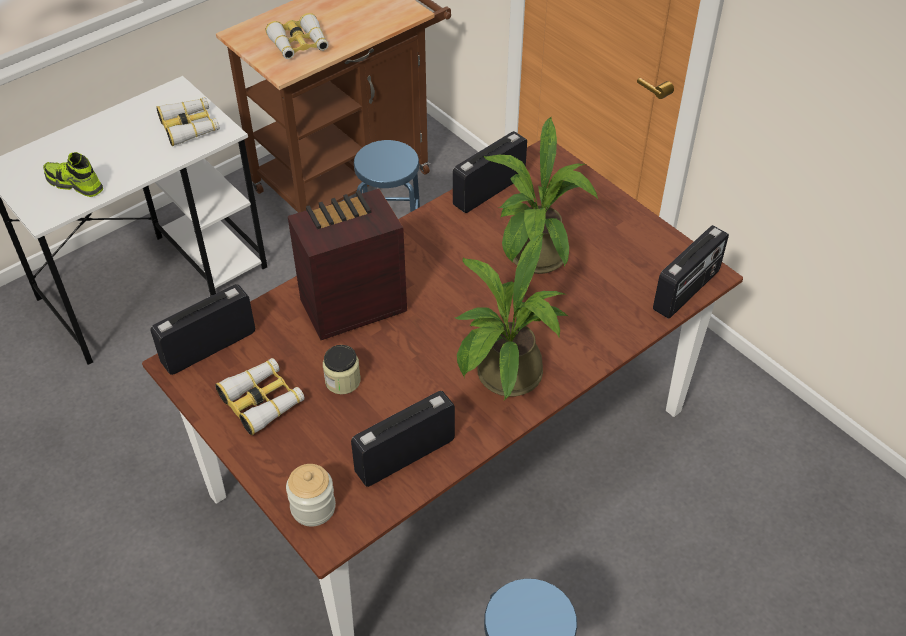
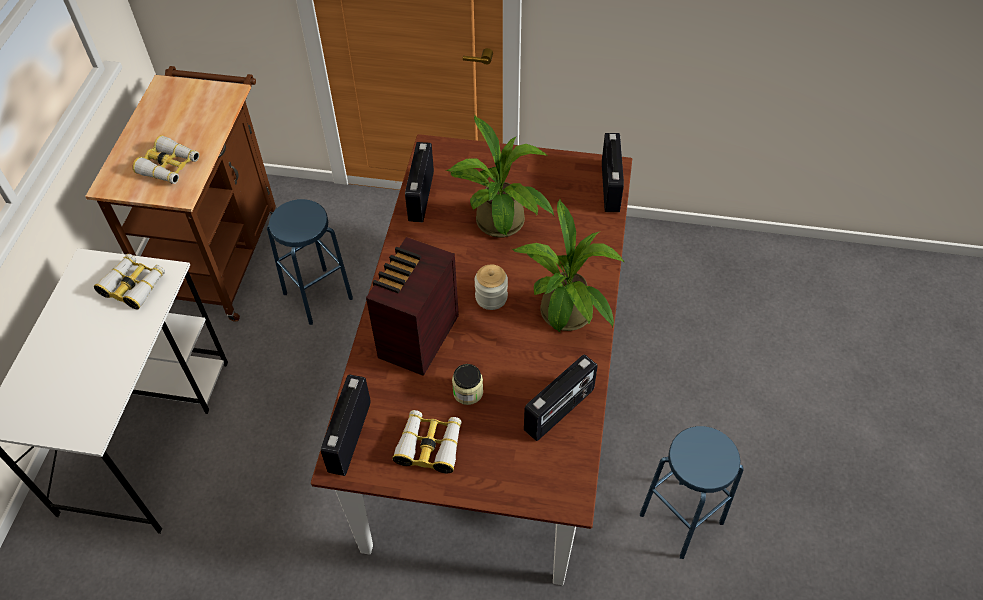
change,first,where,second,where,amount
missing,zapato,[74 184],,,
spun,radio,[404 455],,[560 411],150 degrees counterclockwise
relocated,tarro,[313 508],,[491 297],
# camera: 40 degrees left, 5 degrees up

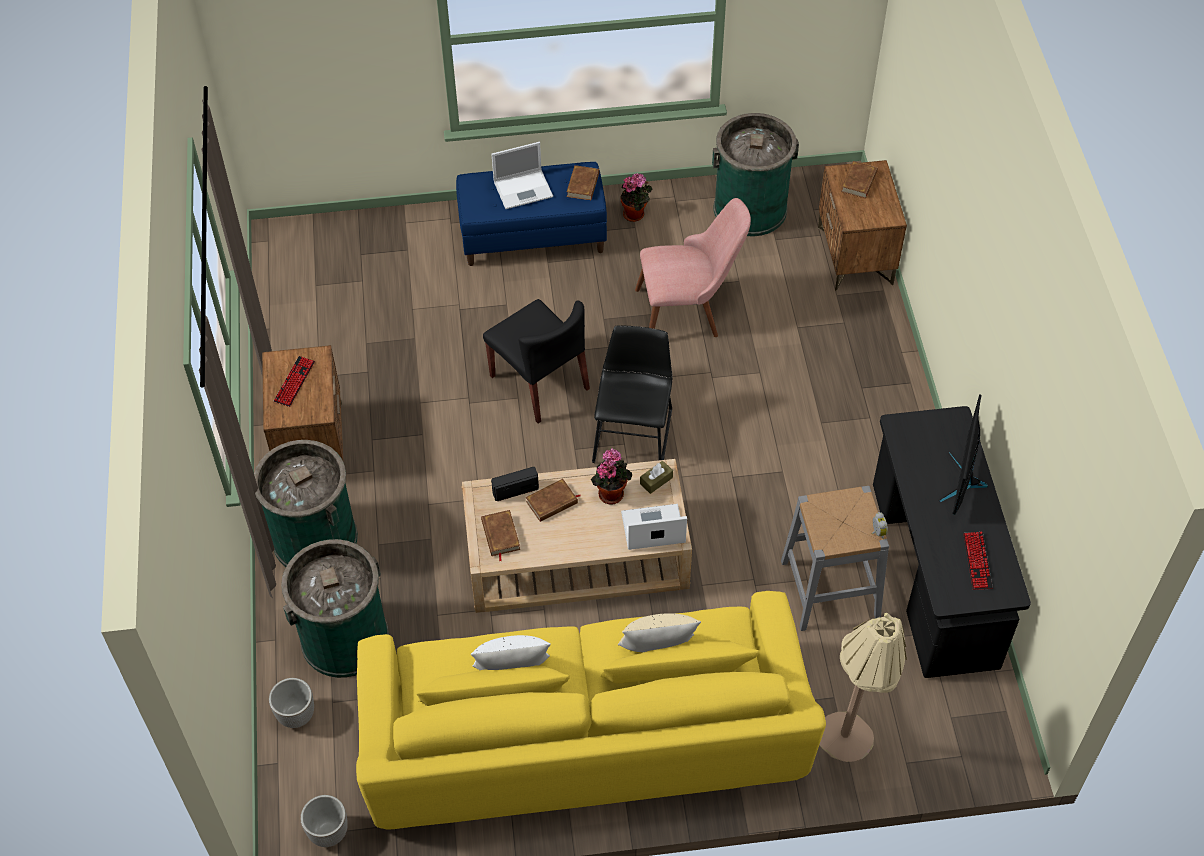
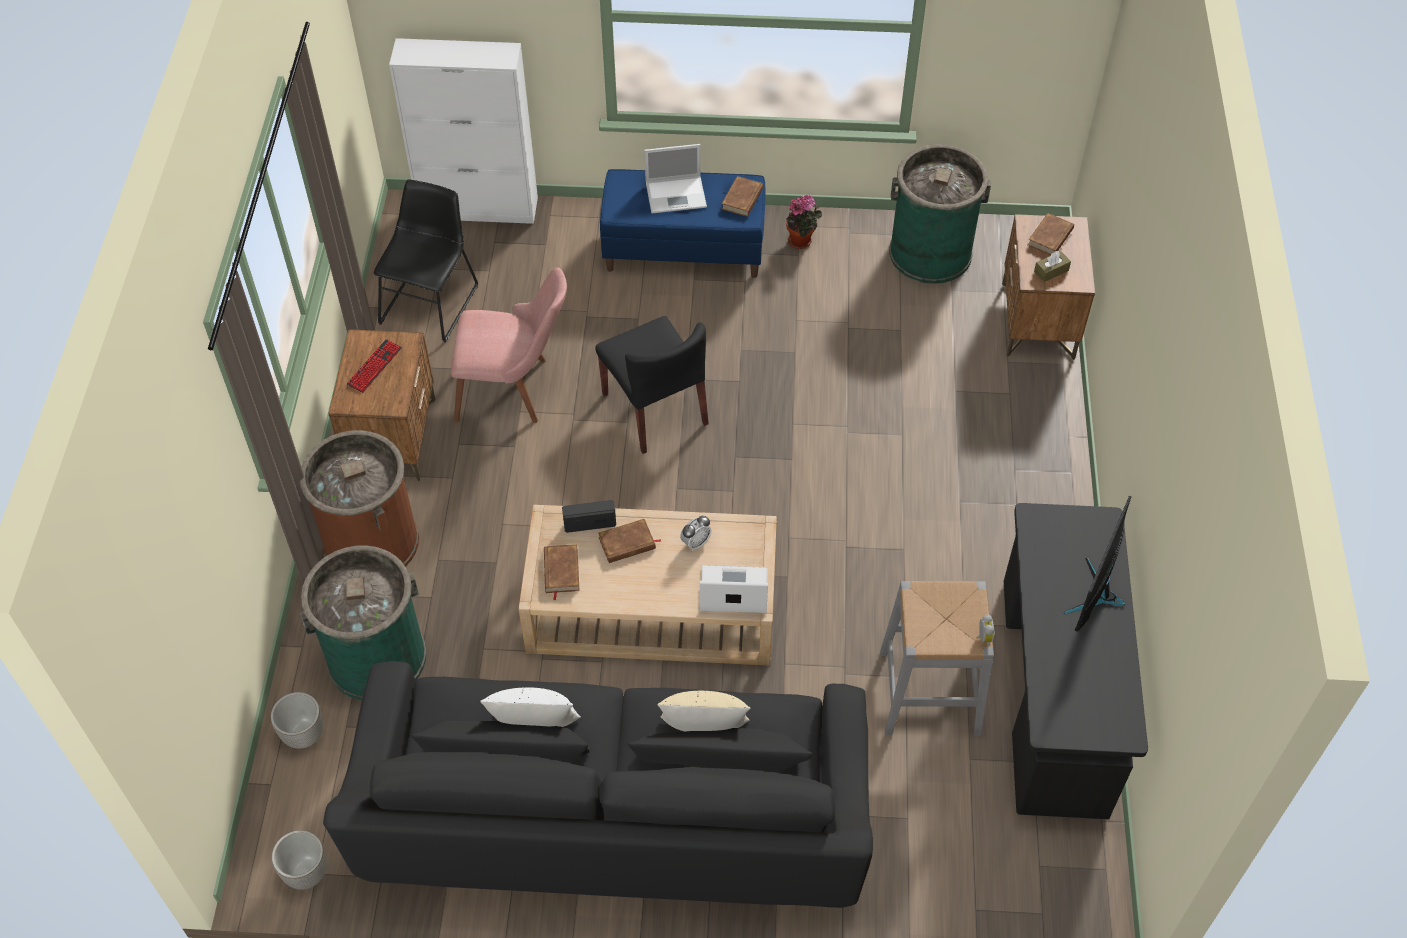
change,first,where,second,where,amount
relocated,silla (rosa),[689 311],,[515 389],
relocated,silla (negro),[633 432],,[431 301],
colour,papelera (verde),[315 538],papelera (marrón),[371 542],
exchanged,planta en maceta,[611 492],despertador,[695 542],
relocated,caja de pañuelos (marrón),[656 480],,[1051 271],
missing,teclado,[977 561],,,
colour,sofá (amarillo),[584 741],sofá (negro),[612 819],
missing,lámpara de pie (beis),[846 749],,,
appeared,,,armario (blanco),[479 208],
# camera: 10 degrees right, 0 degrees up

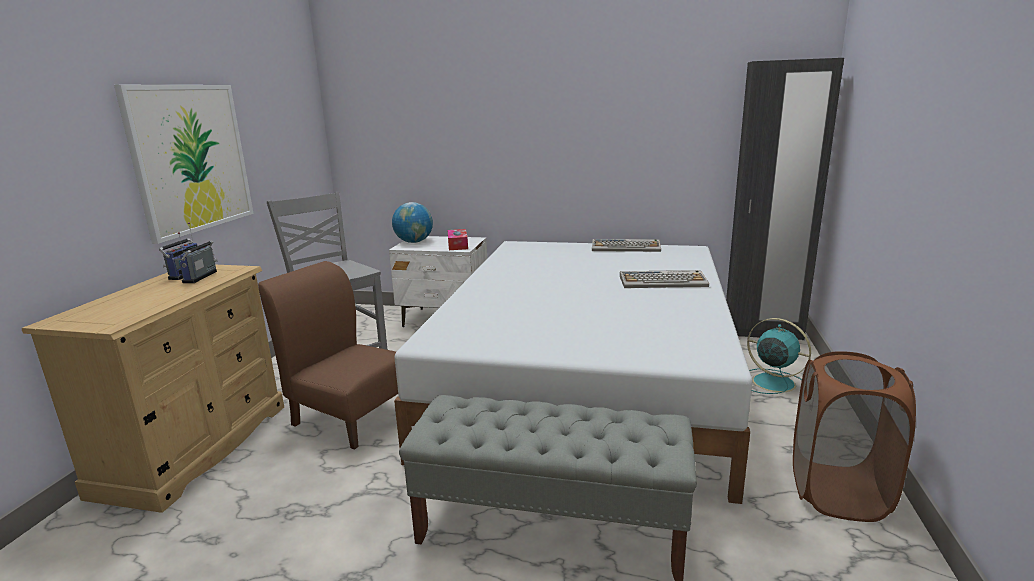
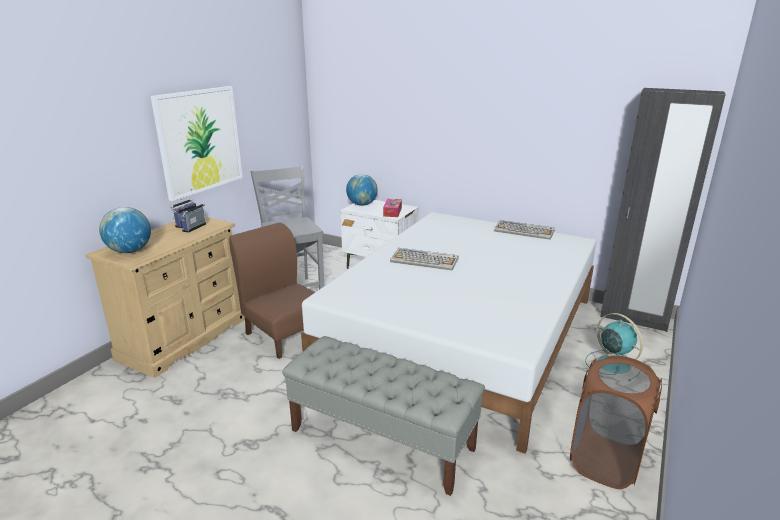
change,first,where,second,where,amount
relocated,teclado,[663 281],,[425 260],
appeared,,,globo terráqueo,[130 251],
# camera: 15 degrees right, 5 degrees up

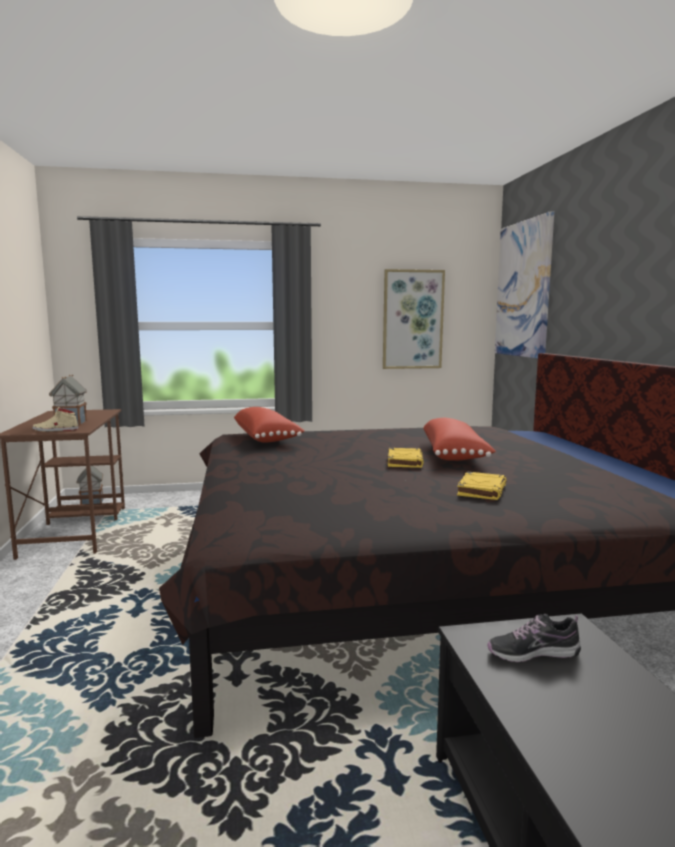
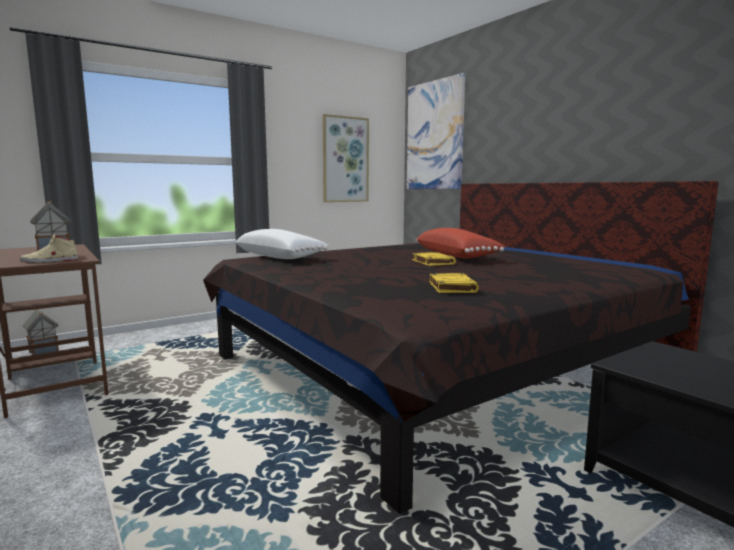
change,first,where,second,where,amount
colour,cojín (rojo),[267 438],cojín (blanco),[280 257],
relocated,libro (amarillo),[481 490],,[451 287],
missing,zapato,[532 653],,,
# camera: 25 degrees left, 0 degrees up

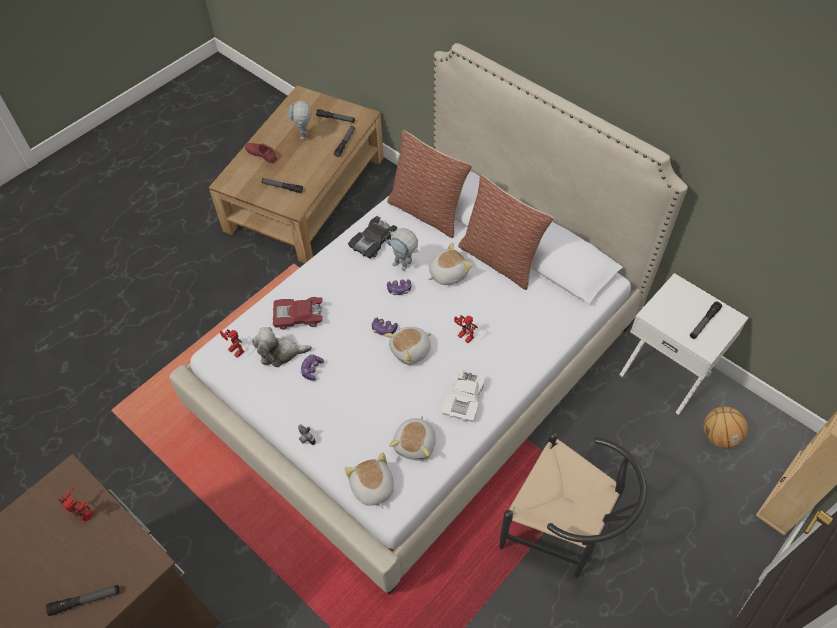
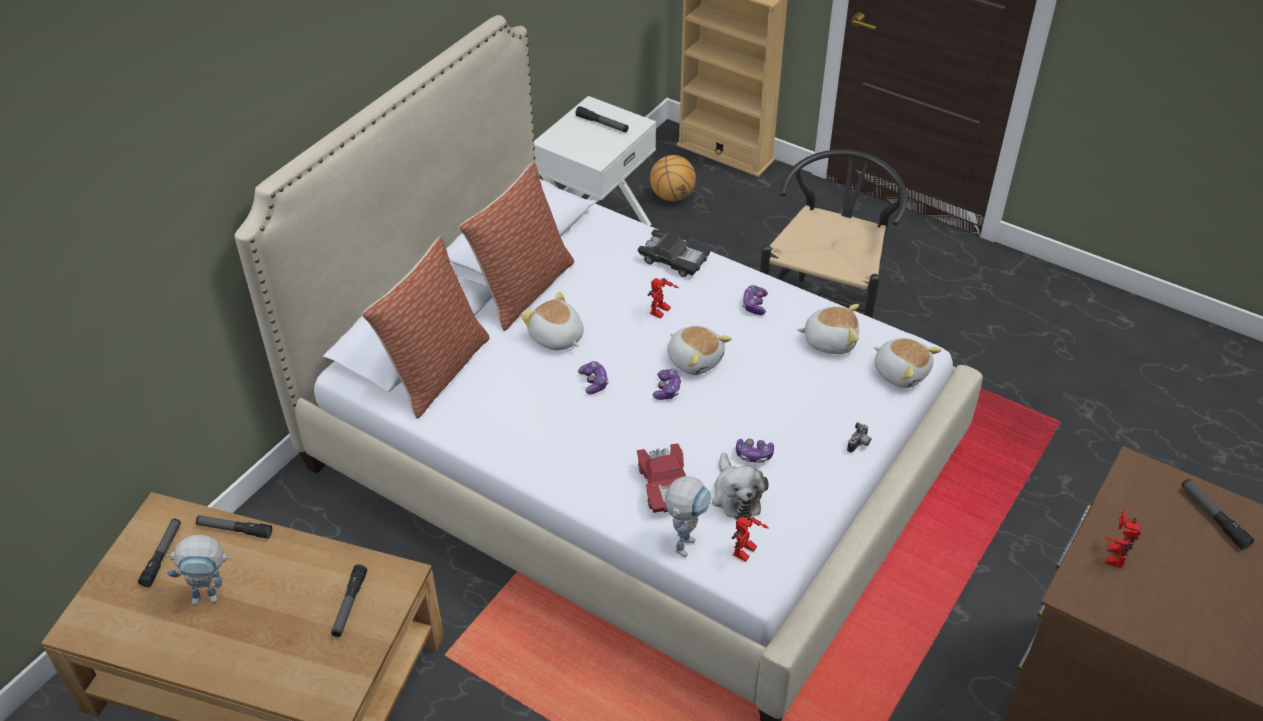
change,first,where,second,where,amount
missing,zapato (rojo),[261 154],,,
relocated,coche de juguete (negro),[373 241],,[674 259],
relocated,robot de juguete,[404 266],,[685 540],
exchanged,coche de juguete (blanco),[464 399],mando de consola,[754 305],
spun,peluche,[372 488],,[901 372],105 degrees counterclockwise
# camera: 100 degrees left, 10 degrees down

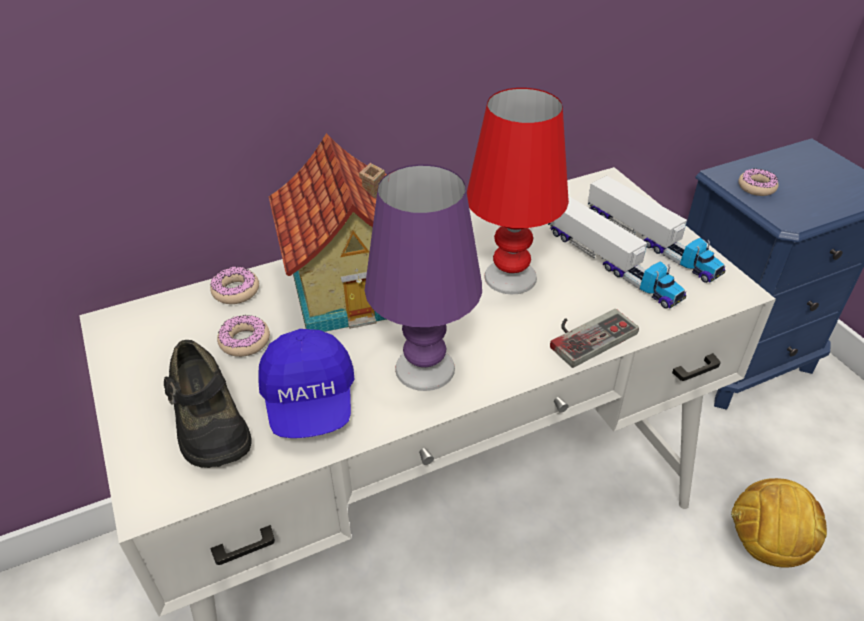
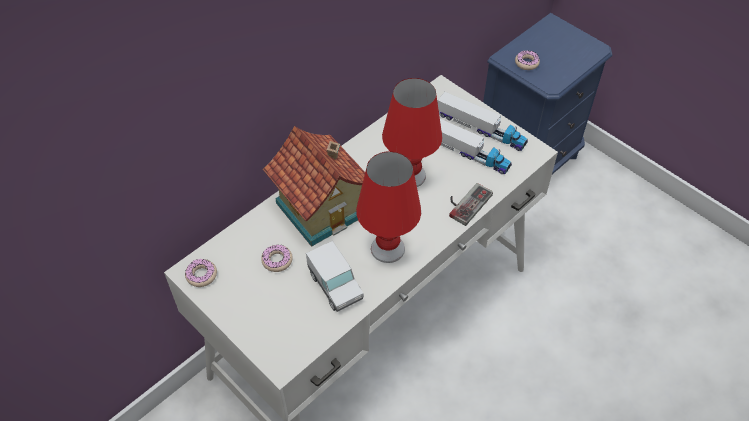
change,first,where,second,where,amount
colour,lámpara de mesa (morado),[425 368],lámpara de mesa (rojo),[388 248],
relocated,rosquilla,[236 291],,[201 275],
exchanged,gorra (azul),[310 401],camión de juguete,[335 286],
missing,zapato (negro),[208 421],,,
missing,balón de fútbol,[765 546],,,
# camera: 20 degrees left, 10 degrees up

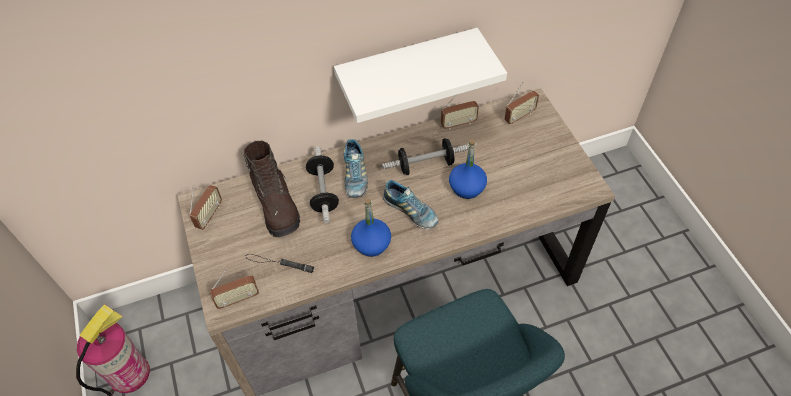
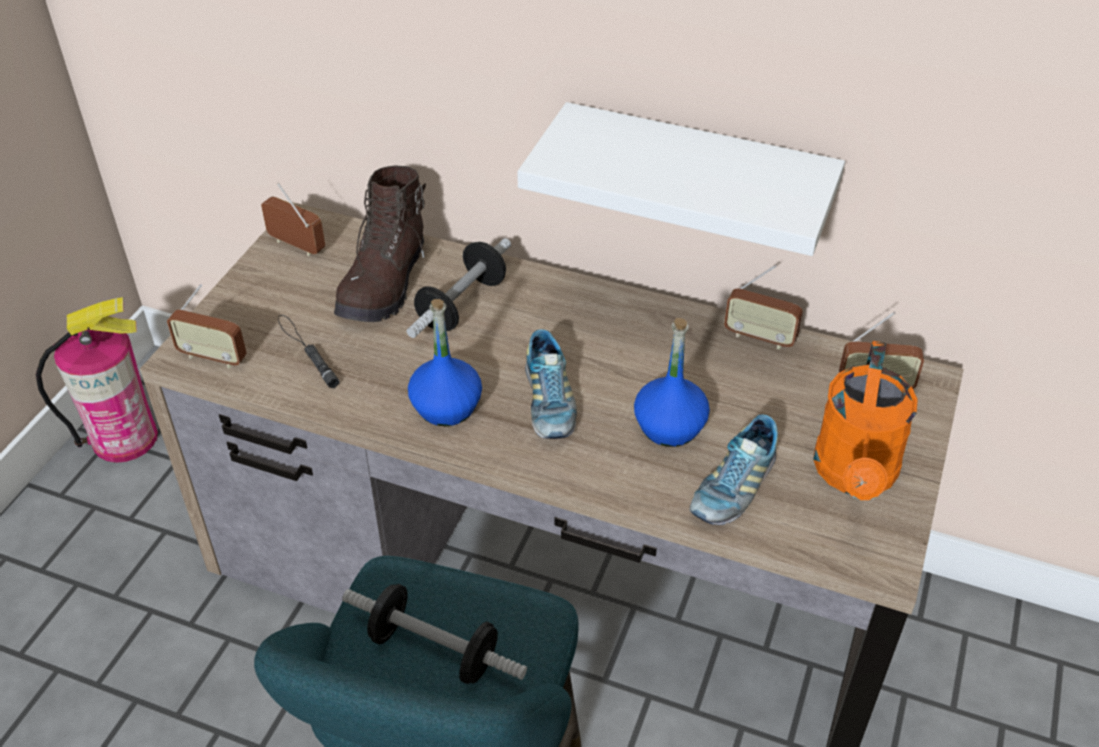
change,first,where,second,where,amount
relocated,mancuerna,[425 165],,[434 650],
relocated,zapato,[355 176],,[733 488],
spun,radio,[209 215],,[296 246],120 degrees counterclockwise
appeared,,,regadera (naranja),[855 476],
# camera: 40 degrees right, 10 degrees down

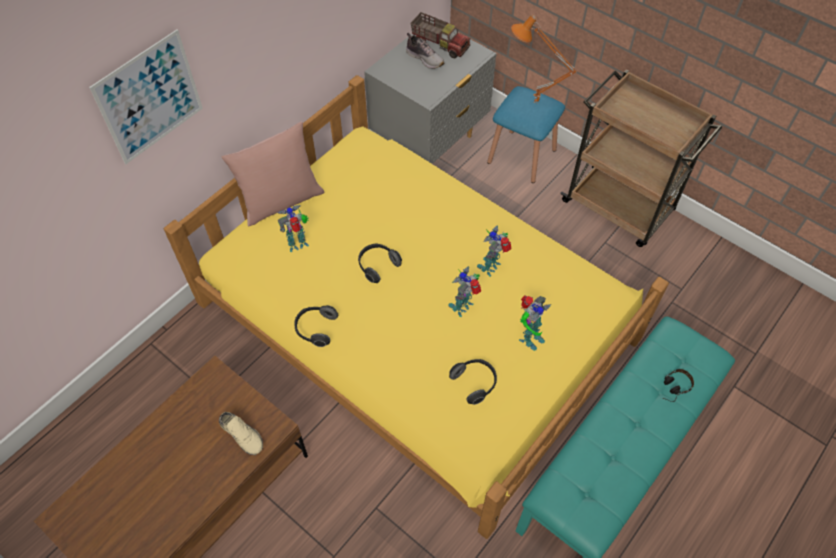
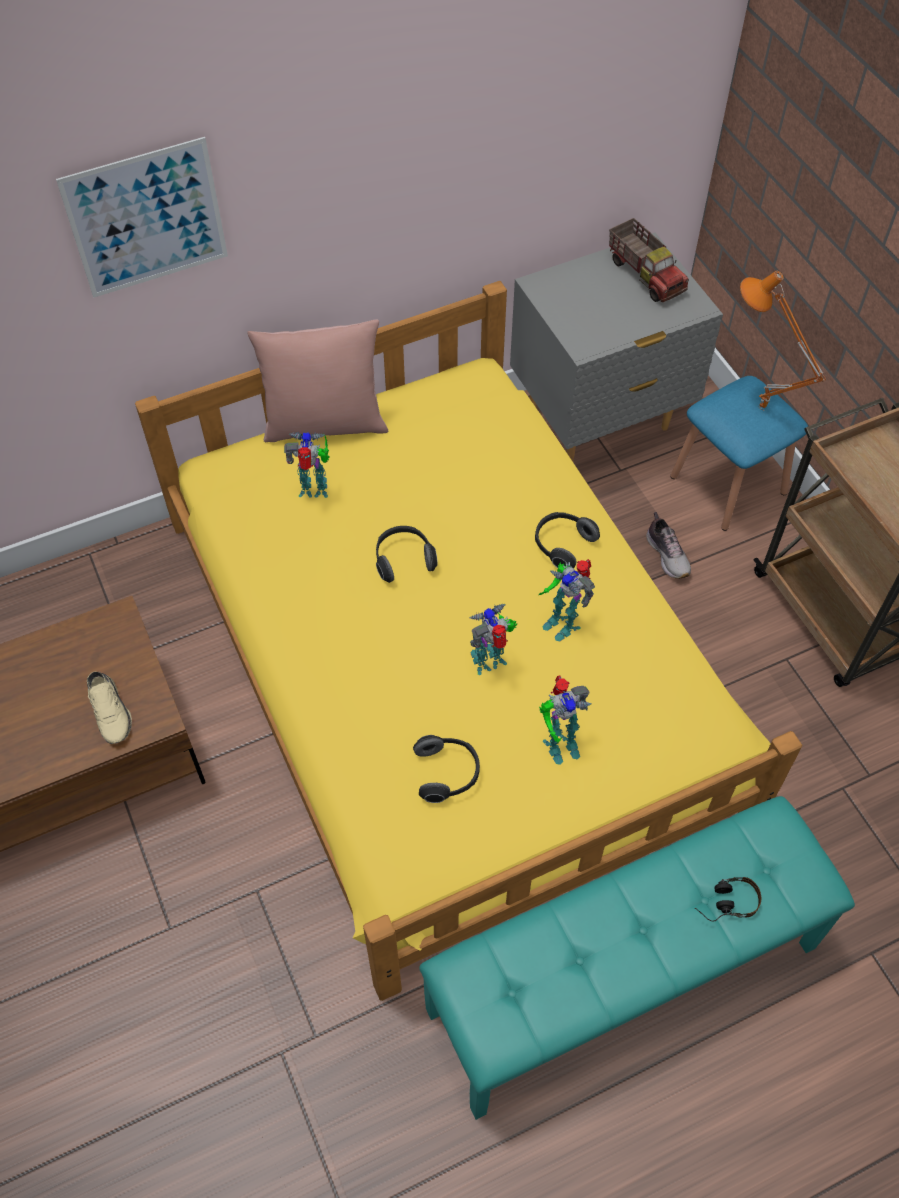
change,first,where,second,where,amount
relocated,zapato,[425 58],,[668 555],
spun,robot de juguete,[491 266],,[562 622],105 degrees counterclockwise
relocated,auriculares,[315 329],,[562 545],
# camera: 25 degrees right, 0 degrees up

